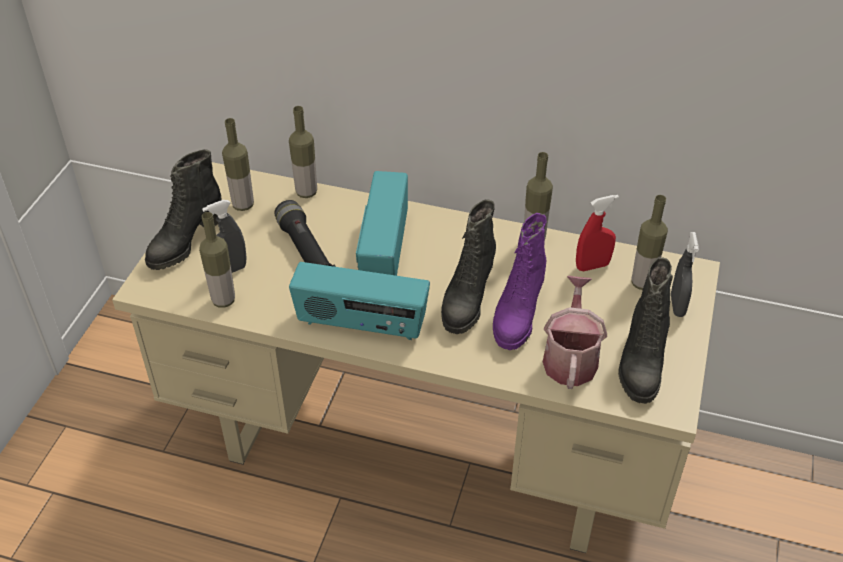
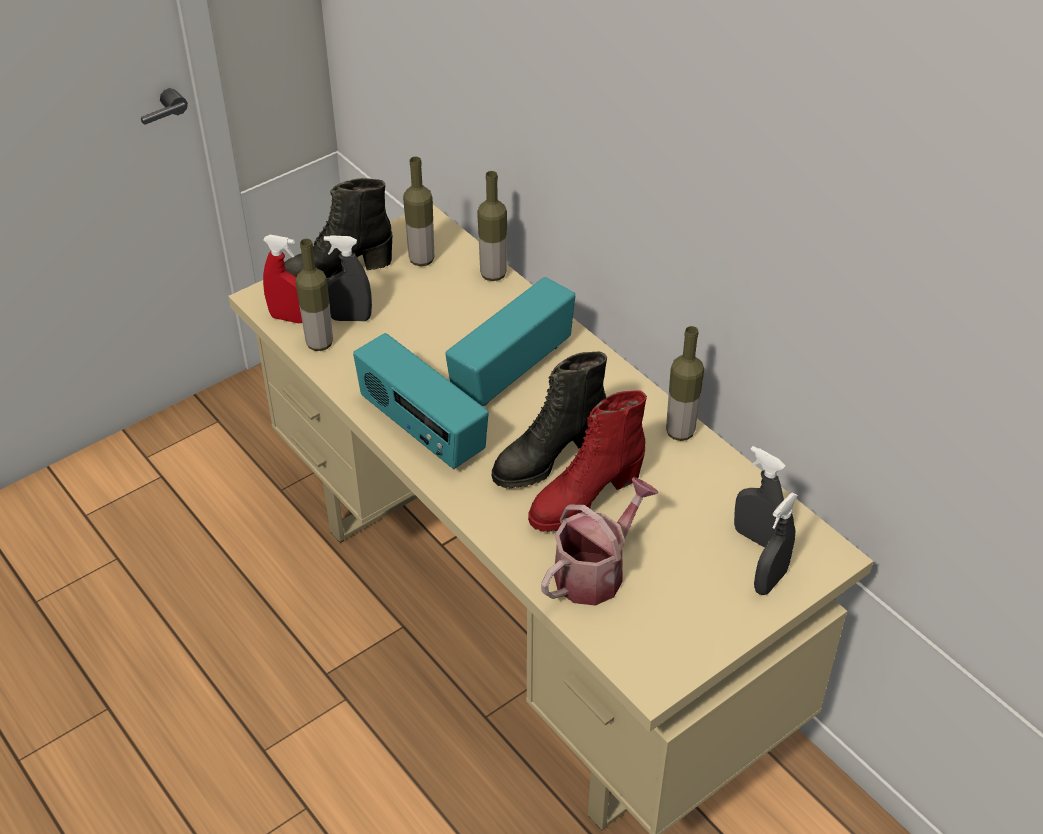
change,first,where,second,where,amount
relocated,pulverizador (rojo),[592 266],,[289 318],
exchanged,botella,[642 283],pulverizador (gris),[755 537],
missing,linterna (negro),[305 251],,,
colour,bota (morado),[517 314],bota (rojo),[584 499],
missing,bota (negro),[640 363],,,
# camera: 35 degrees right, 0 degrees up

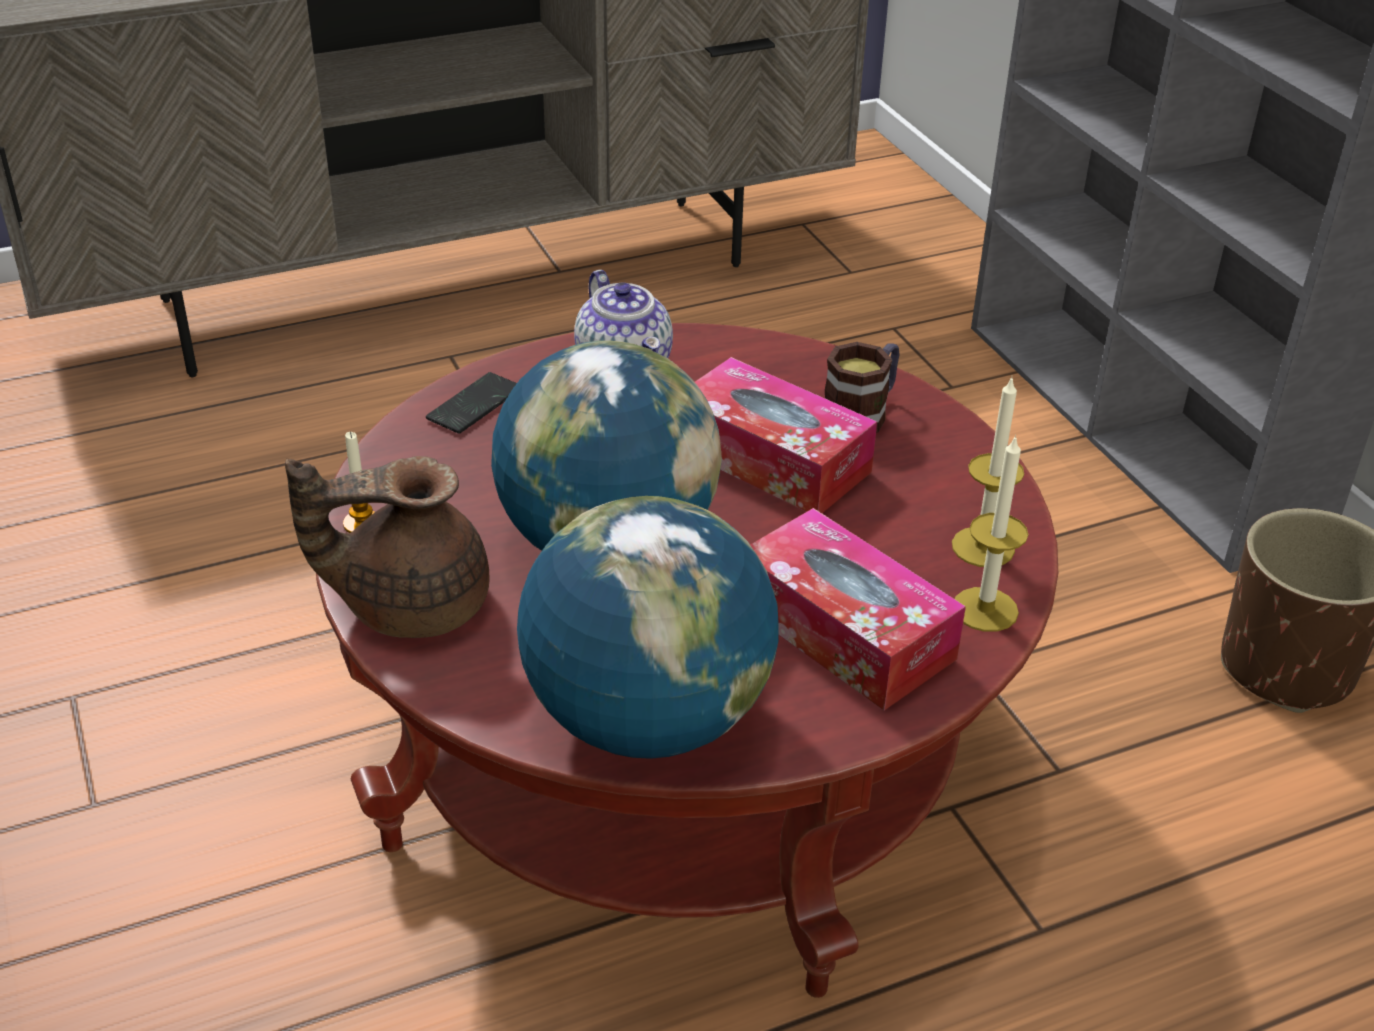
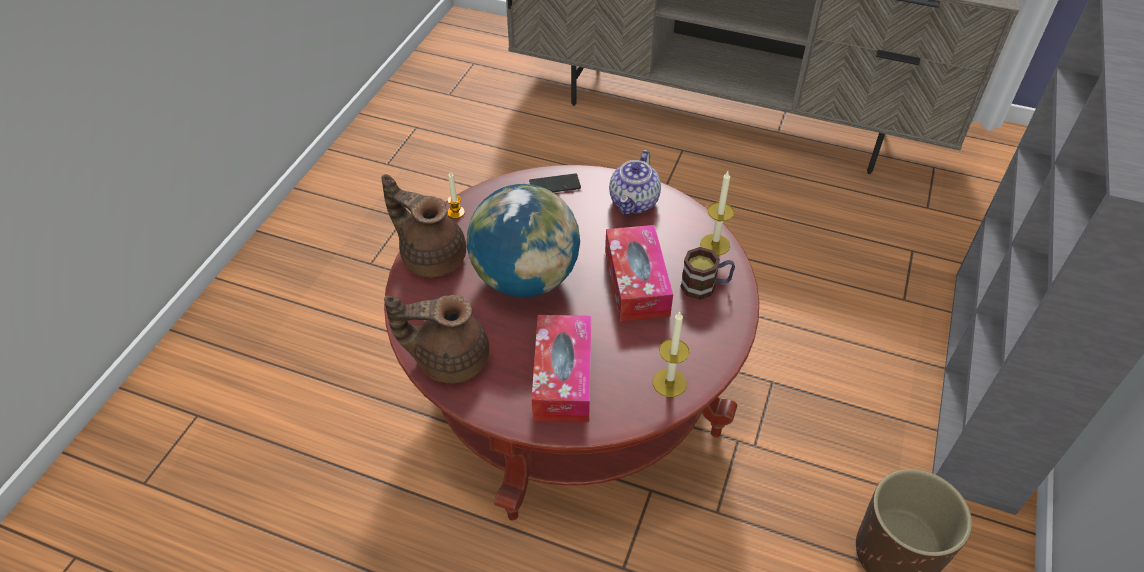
change,first,where,second,where,amount
relocated,vela,[985 609],,[715 244],
exchanged,globo terráqueo,[647 718],tetera (marrón),[449 359],
# camera: 45 degrees right, 10 degrees up

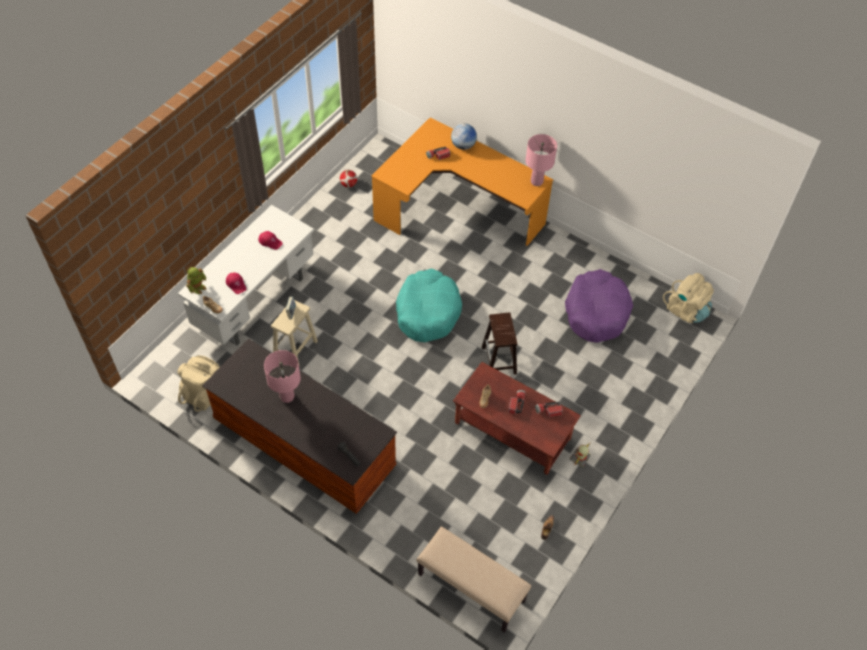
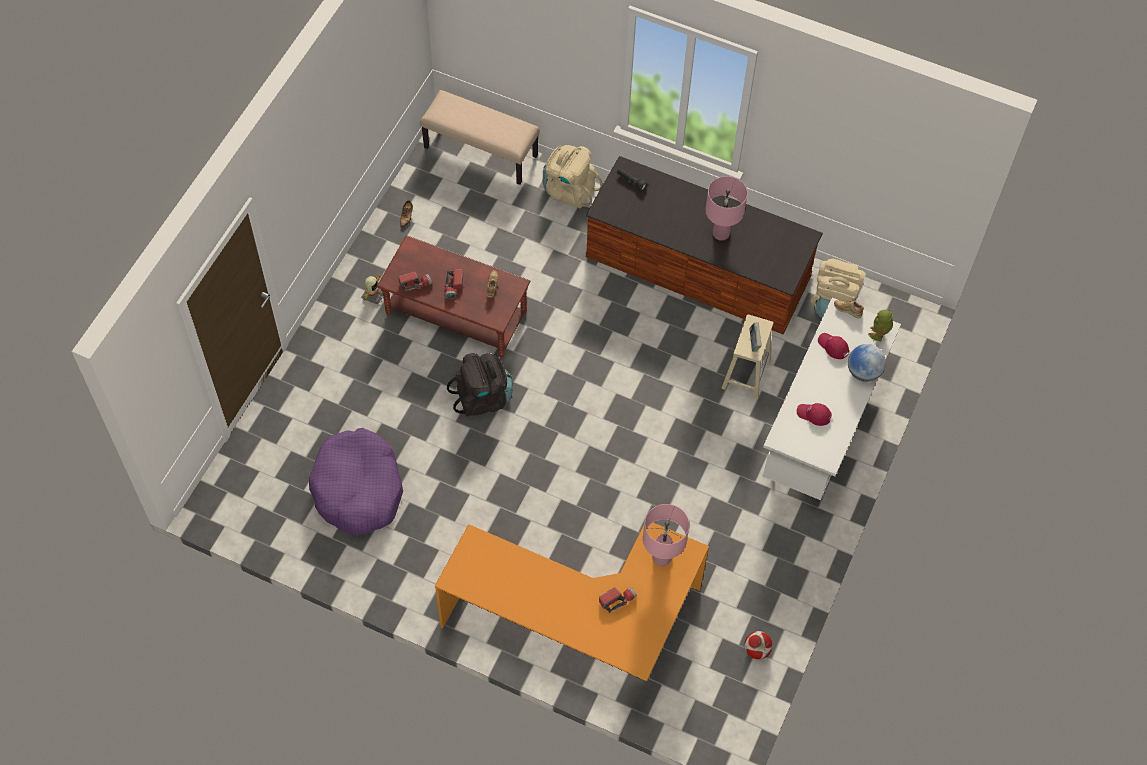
change,first,where,second,where,amount
relocated,globo terráqueo,[463 145],,[863 372],
relocated,lámpara de mesa (rosa),[537 182],,[661 557],
missing,cama para perro (turquesa),[427 311],,,
relocated,mochila (beis),[686 310],,[569 190],
exchanged,taburete (marrón),[499 361],mochila (negro),[483 398],
# camera: 170 degrees right, 5 degrees up

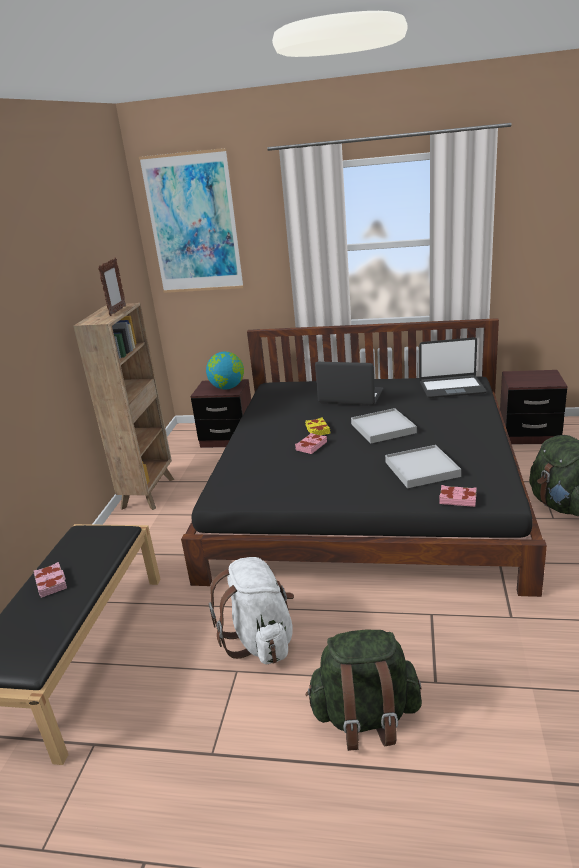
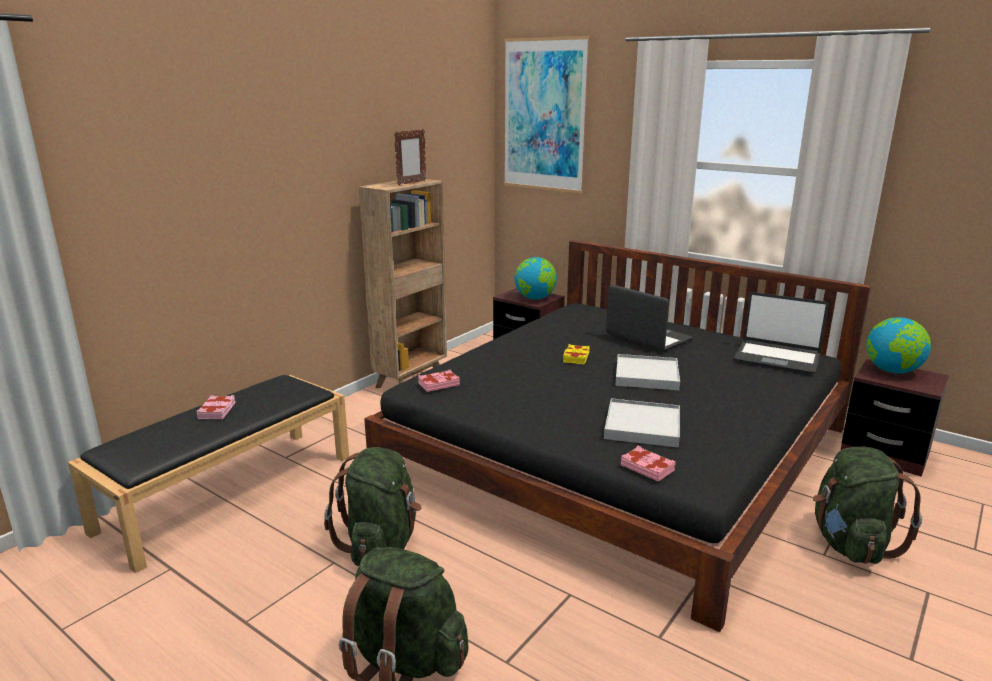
change,first,where,second,where,amount
relocated,libro (rosa),[311 446],,[438 384],
colour,mochila (blanco),[261 640],mochila (verde),[380 545],
appeared,,,globo terráqueo,[892 371],
# camera: 25 degrees right, 5 degrees down

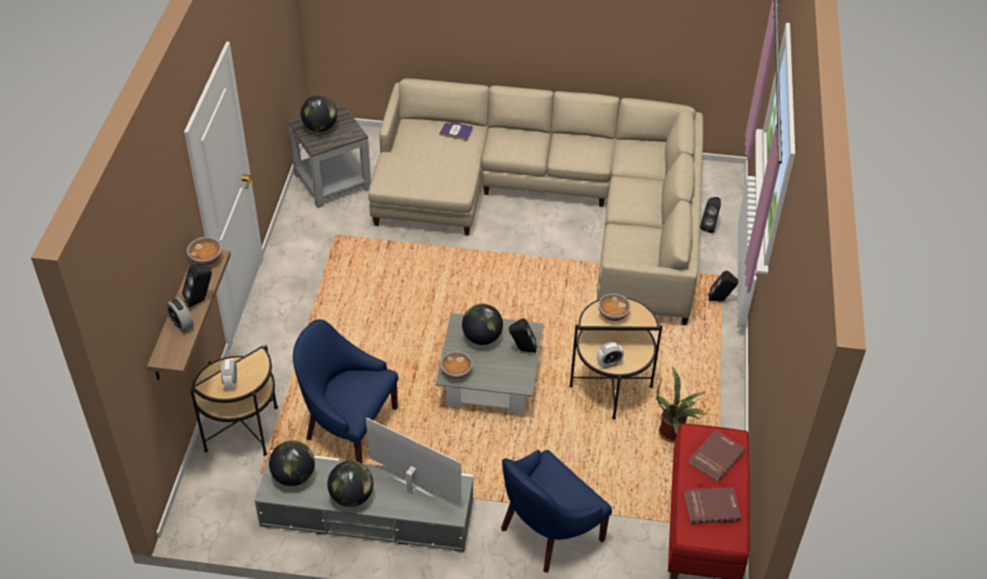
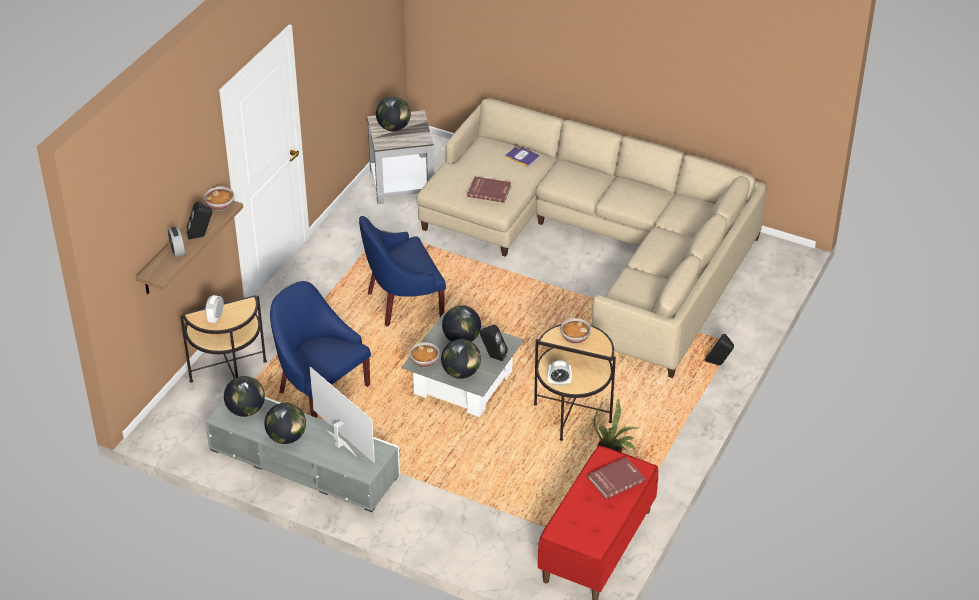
change,first,where,second,where,amount
missing,altavoz (negro),[709 226],,,
relocated,sillón (azul),[547 532],,[402 303],
relocated,libro (rojo),[711 506],,[489 191],
appeared,,,globo terráqueo,[461 373],
# camera: 20 degrees right, 5 degrees down

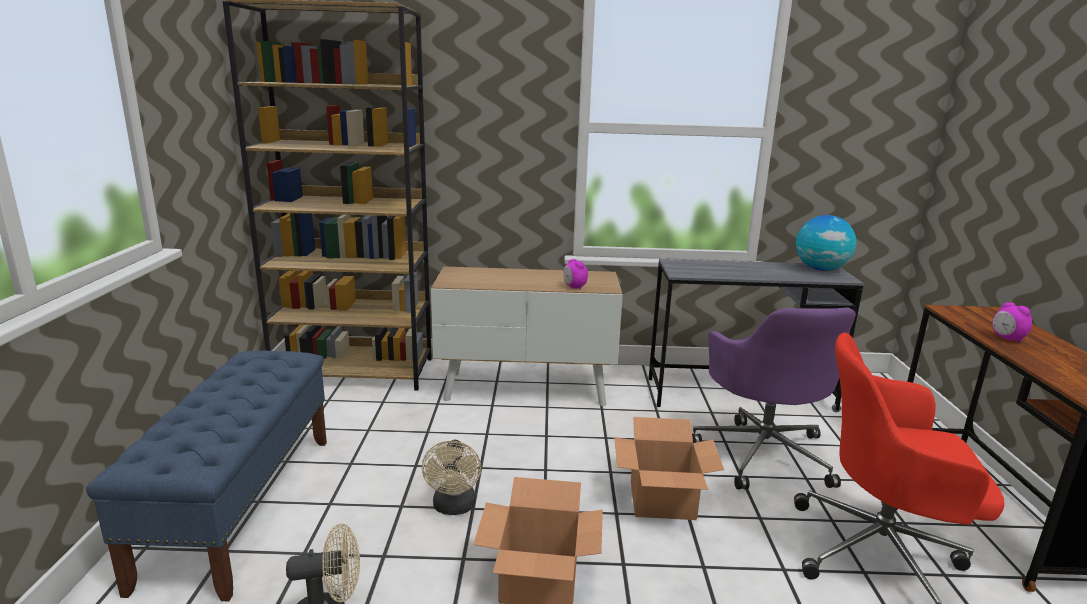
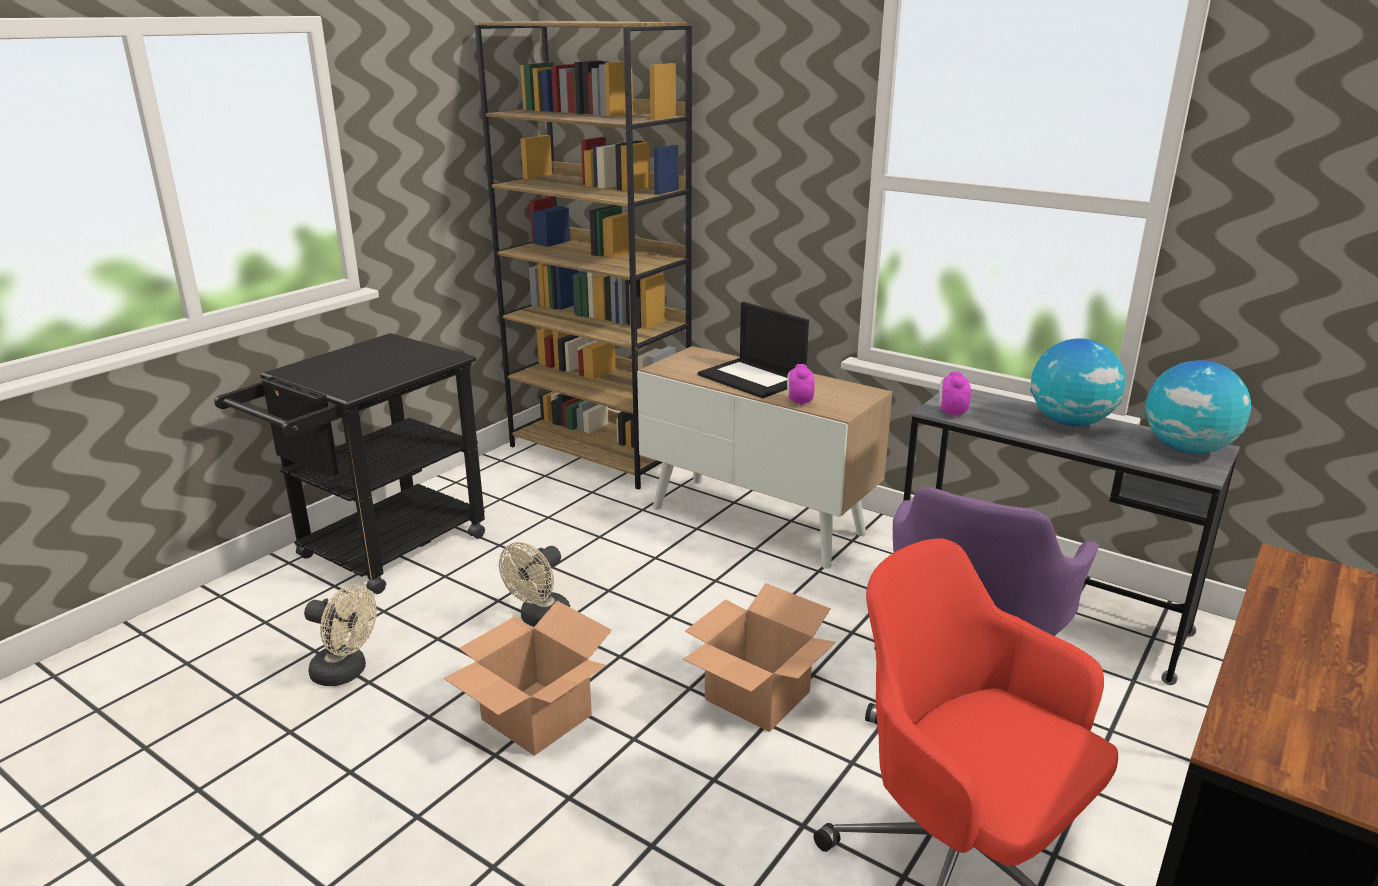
change,first,where,second,where,amount
relocated,despertador,[1007 339],,[951 413],
exchanged,banco (azul),[241 506],carrito (negro),[380 553],
appeared,,,portátil,[753 378],
appeared,,,globo terráqueo,[1070 422],
# camera: 35 degrees right, 5 degrees up

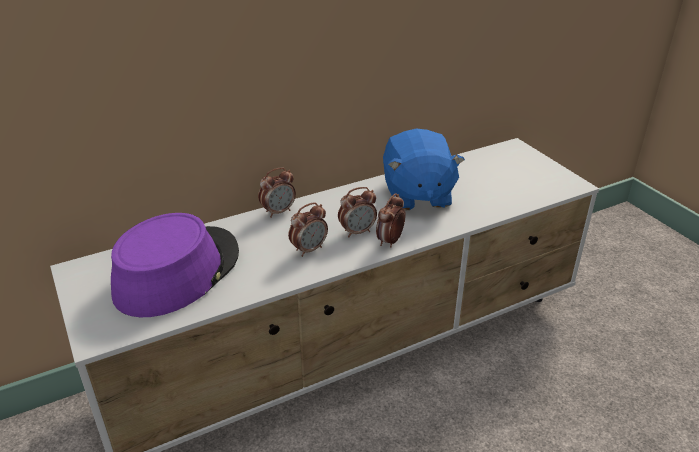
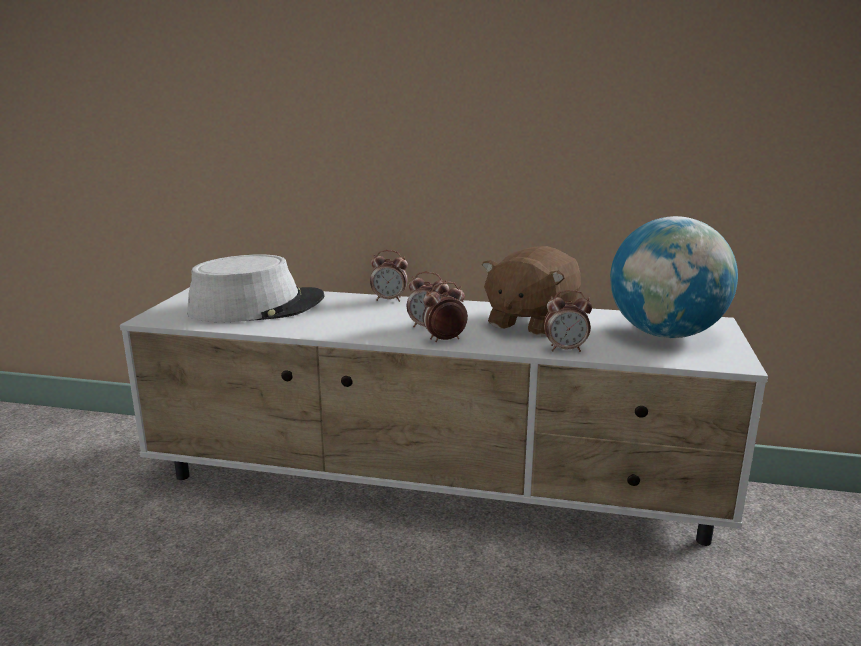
change,first,where,second,where,amount
colour,peluche (azul),[416 195],peluche (marrón),[530 322],
relocated,despertador,[309 249],,[565 349],
colour,sombrero (morado),[177 272],sombrero (gris),[257 306],
appeared,,,globo terráqueo,[665 334],
# camera: 40 degrees right, 15 degrees down

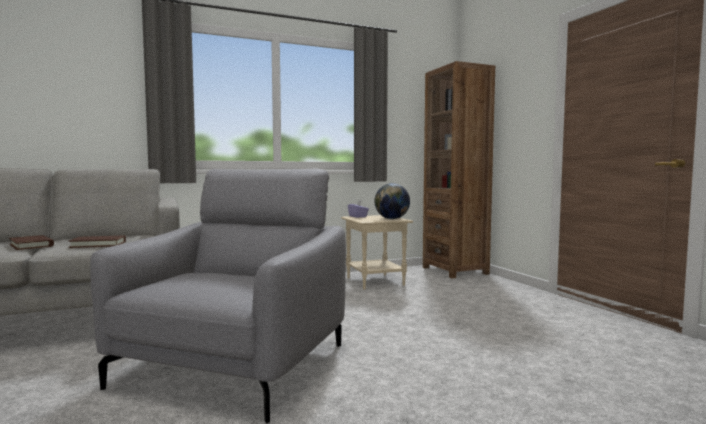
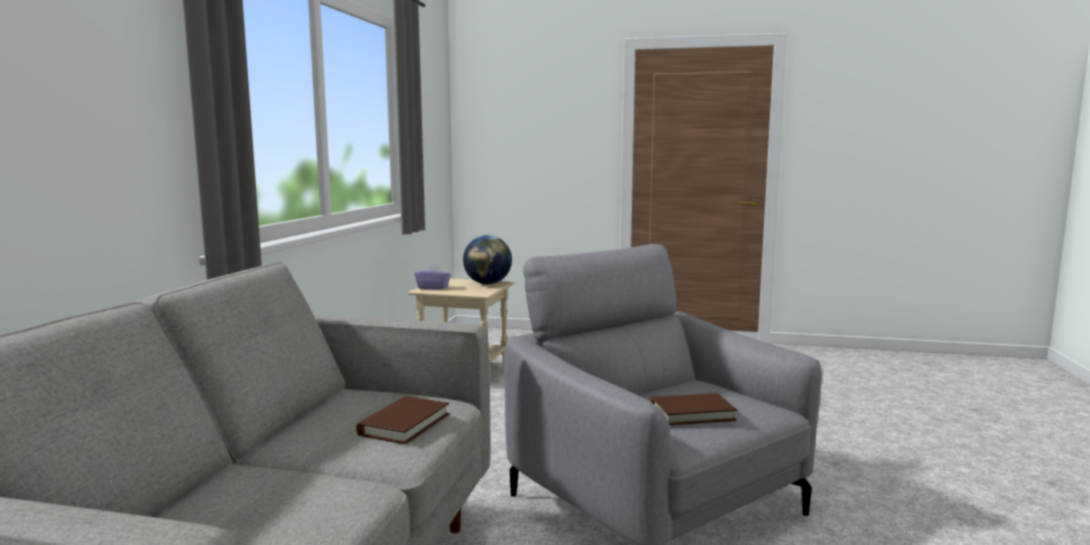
change,first,where,second,where,amount
missing,estantería (marrón),[455 270],,,
relocated,libro (marrón),[31 245],,[692 413],
# camera: 55 degrees left, 5 degrees up

